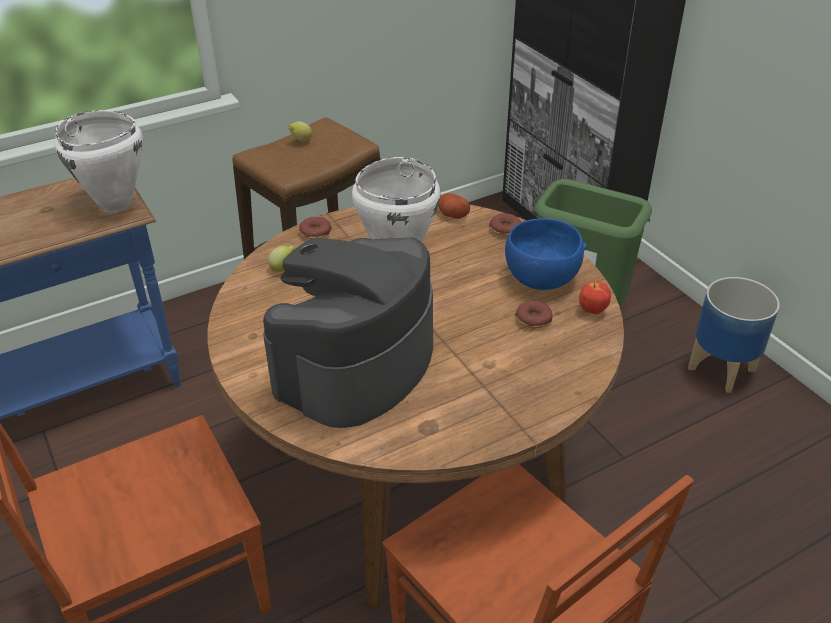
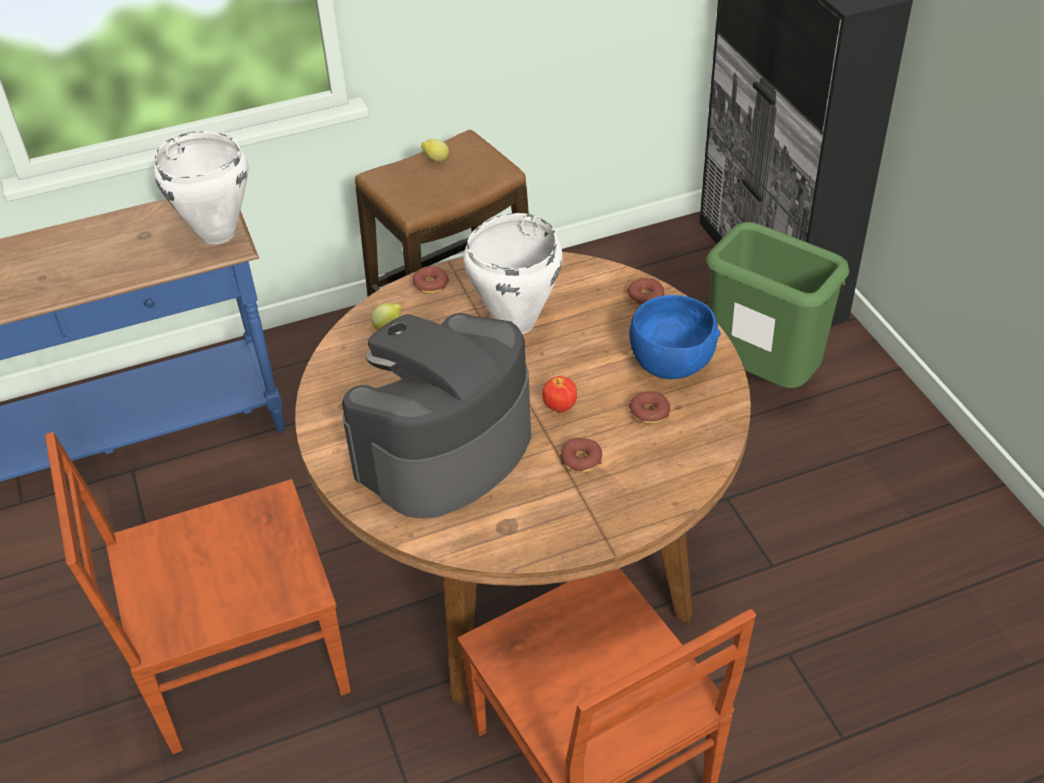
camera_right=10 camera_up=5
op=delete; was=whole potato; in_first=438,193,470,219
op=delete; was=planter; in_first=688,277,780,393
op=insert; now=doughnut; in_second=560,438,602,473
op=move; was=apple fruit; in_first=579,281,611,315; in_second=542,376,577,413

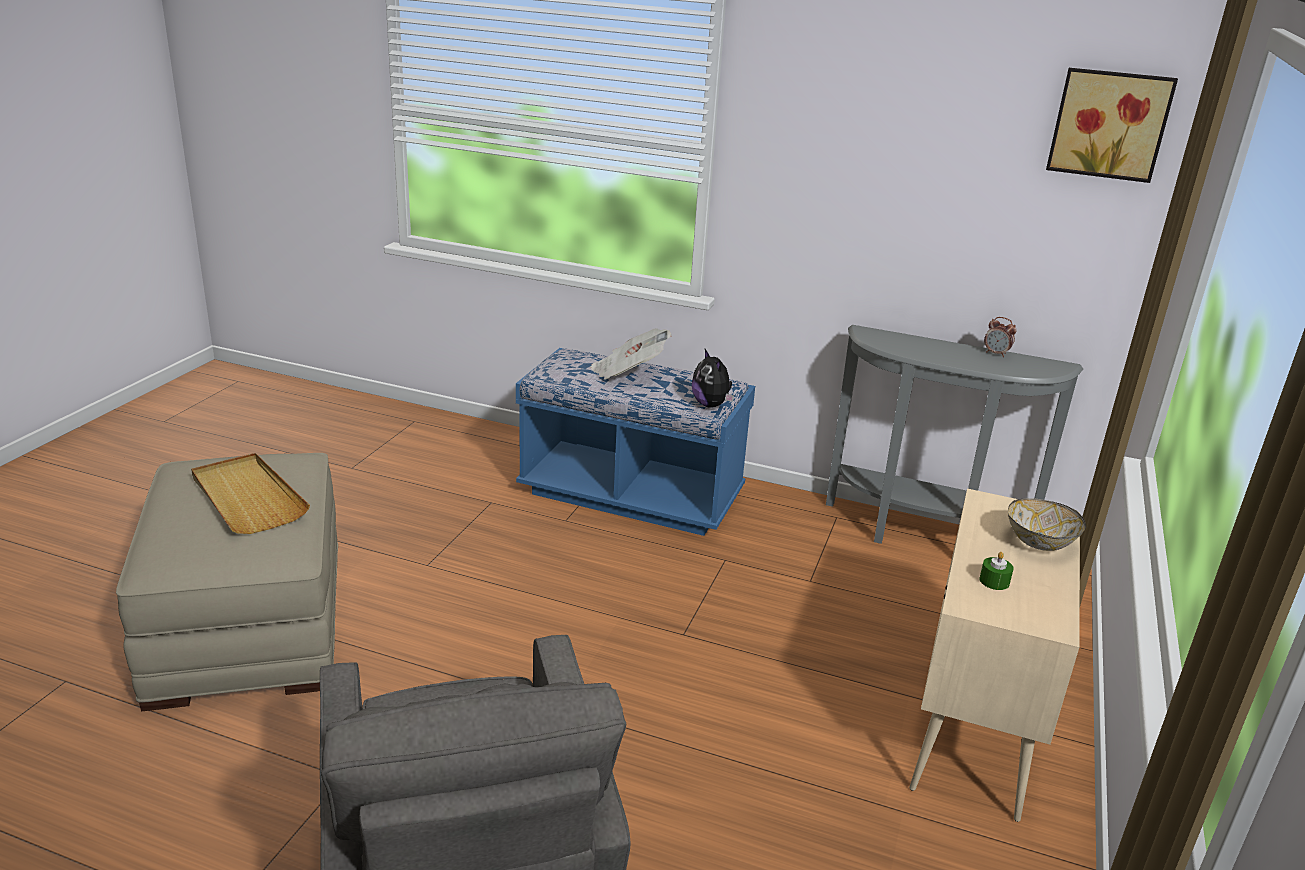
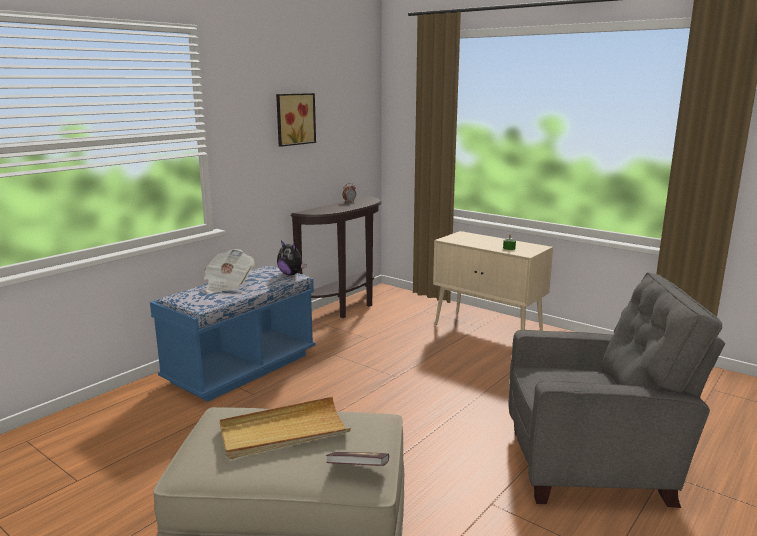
camera_right=-70 camera_up=-10
op=delete; was=deep dish; in_first=1008,498,1086,551
op=insert; now=volume; in_second=326,452,389,466
op=move; was=wall picture; in_first=1046,68,1178,183; in_second=276,93,316,147
op=recolor; was=console table/grey; now=console table/brown-coloured; in_first=826,325,1083,544; in_second=291,196,382,318
op=rotate; was=cuddly toy; in_first=692,349,734,408; in_second=277,241,306,275; clockwise=45

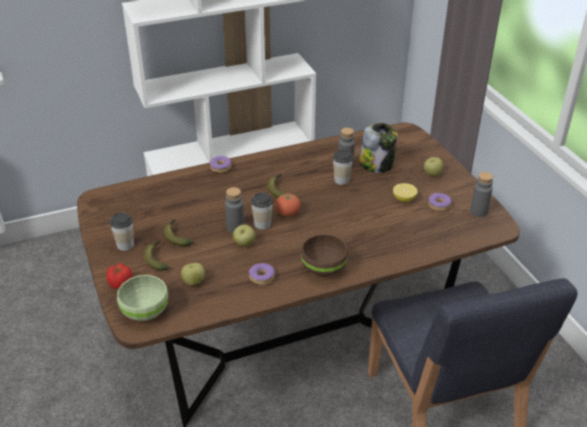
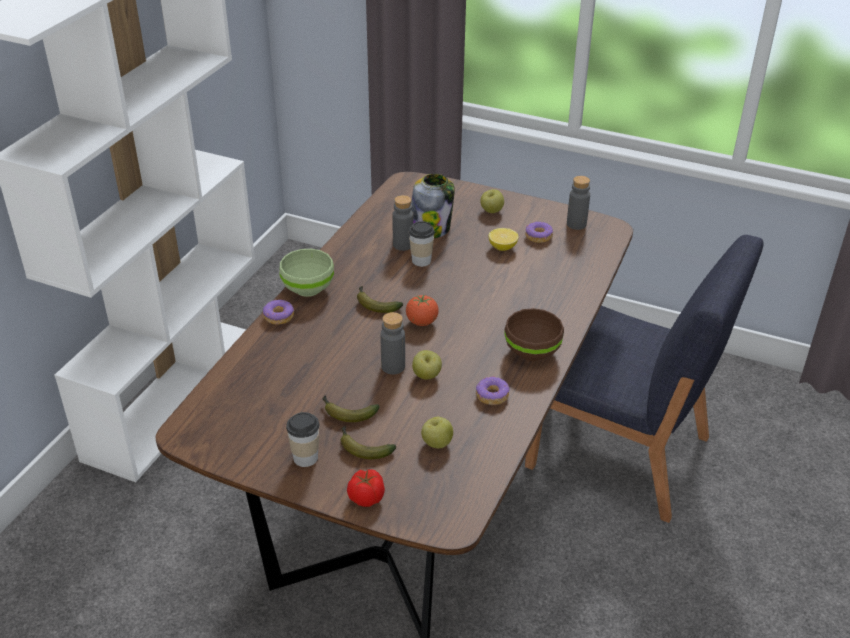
camera_right=-45 camera_up=0
op=delete; was=cup; in_first=251,192,273,230
op=move; was=deep dish/green-coloured; in_first=117,275,168,321; in_second=279,249,334,297

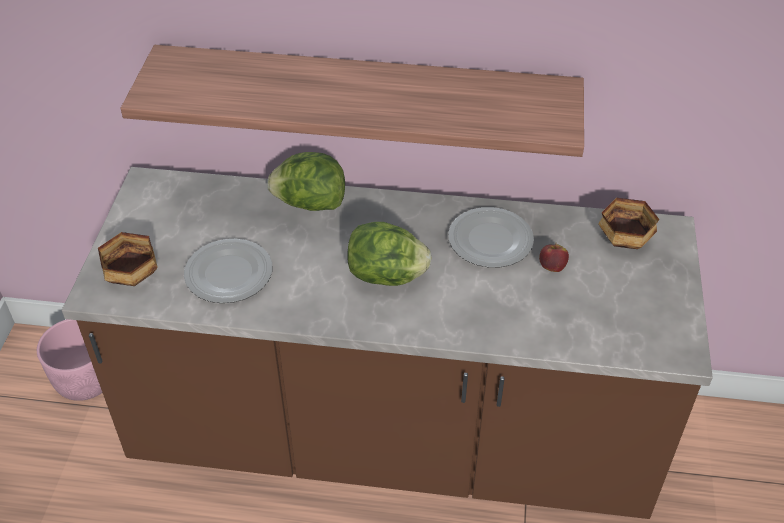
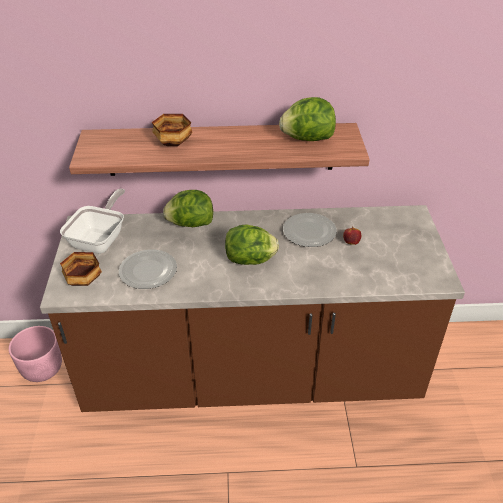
camera_right=-10 camera_up=-5
op=insert; now=skillet; in_second=60,189,125,254
op=insert; now=lettuce; in_second=279,97,336,141
op=move; was=deep dish; in_first=598,198,660,249; in_second=152,114,192,146

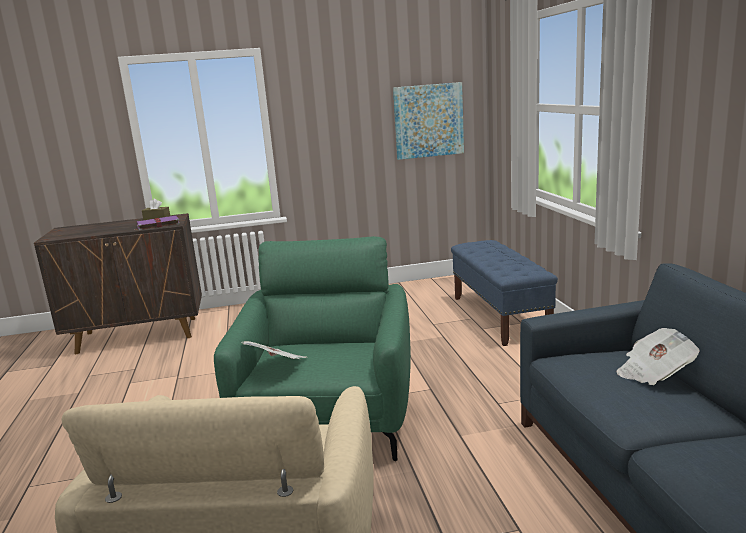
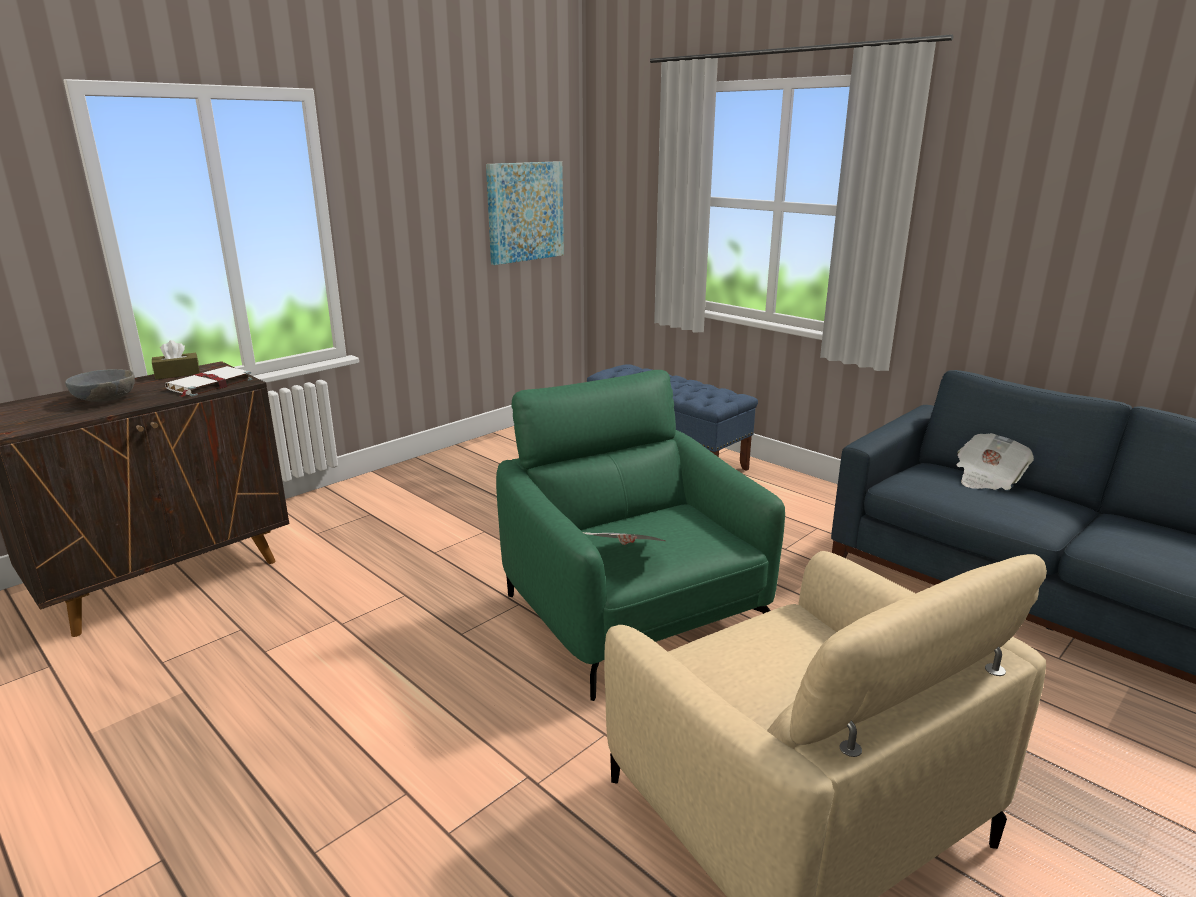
camera_right=-35 camera_up=5
op=insert; now=deep dish/grey; in_second=65,369,135,402
op=recolor; was=volume/purple; now=volume/white; in_first=136,216,180,230; in_second=165,366,252,397

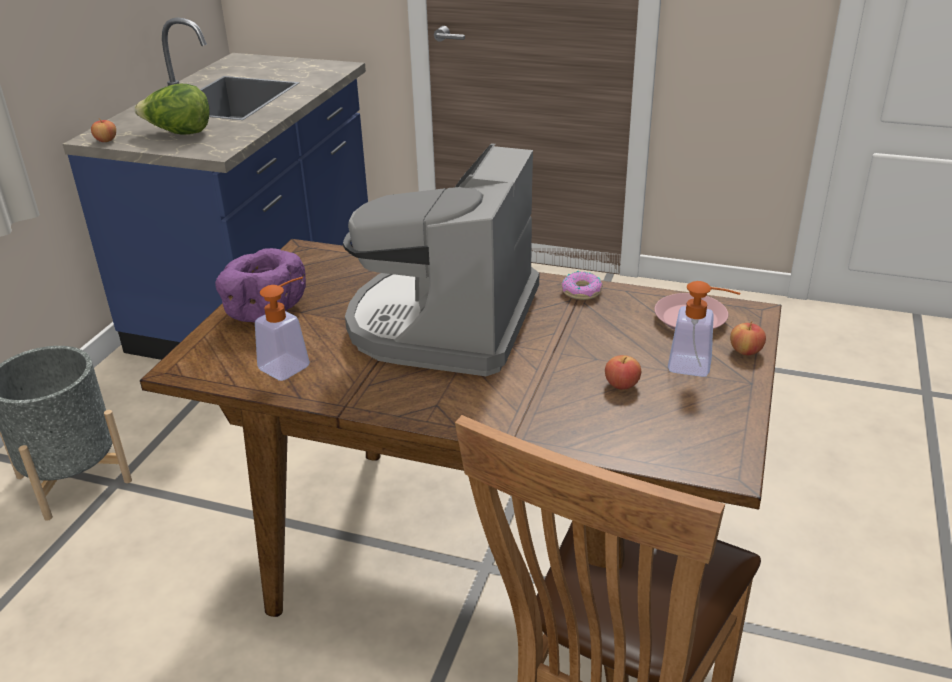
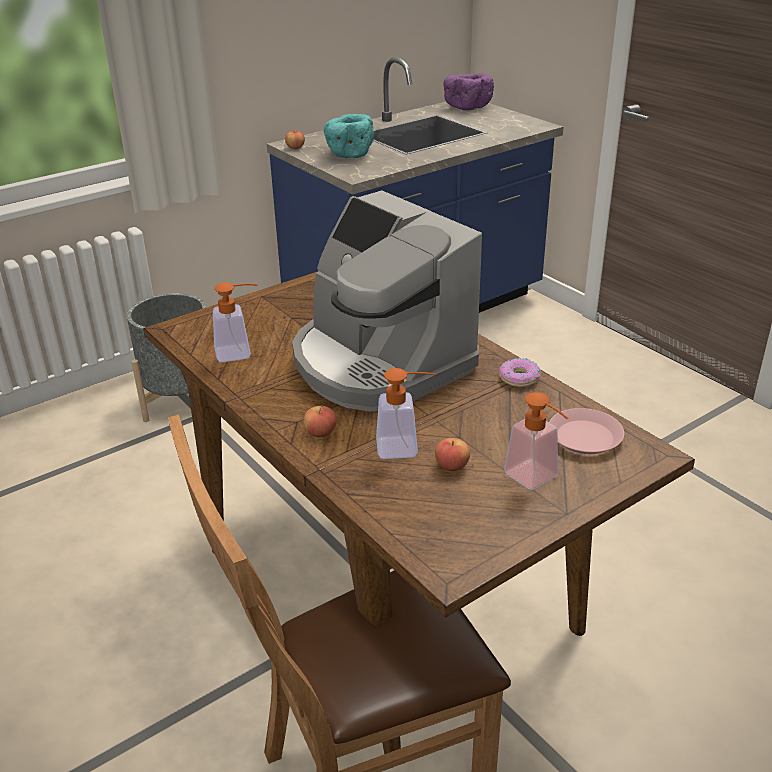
camera_right=35 camera_up=0
op=insert; now=liquid soap bottle; in_second=376,368,435,459
op=move; was=deep dish/purple; in_first=215,248,306,323; in_second=443,73,494,110
op=move; was=apple fruit; in_first=730,321,766,355; in_second=304,406,337,437
op=replace; was=lettuce; now=deep dish/turquoise; in_first=134,84,210,135; in_second=324,114,374,158
op=rotate; was=coffee brewer; in_first=343,143,539,376; in_second=292,191,482,412; clockwise=-90

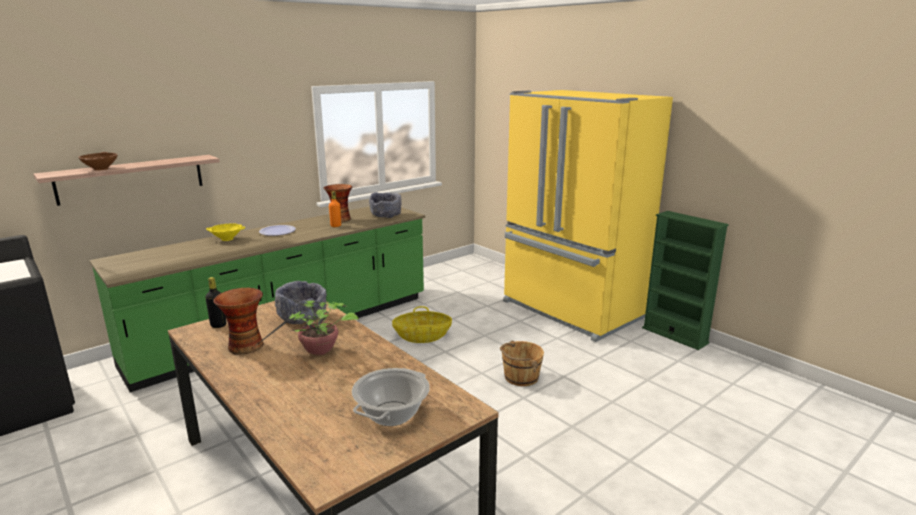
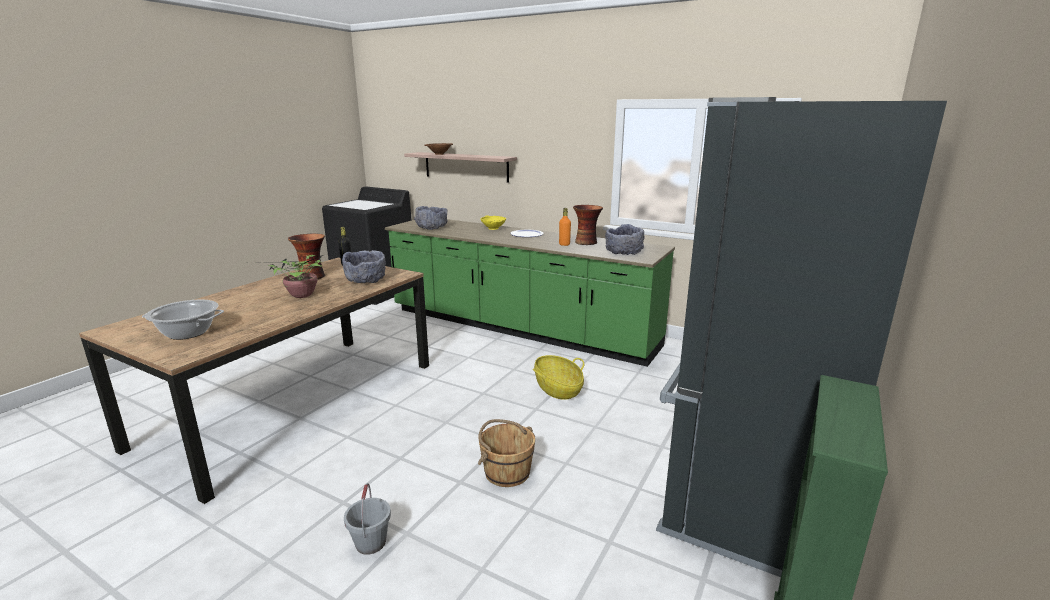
camera_right=70 camera_up=0
op=insert; now=pail/grey; in_second=344,483,391,555
op=insert; now=deep dish/grey; in_second=414,206,448,230
op=recolor; was=kitchen fridge/yellow; now=kitchen fridge/blackish; in_first=503,90,673,342; in_second=656,97,947,577

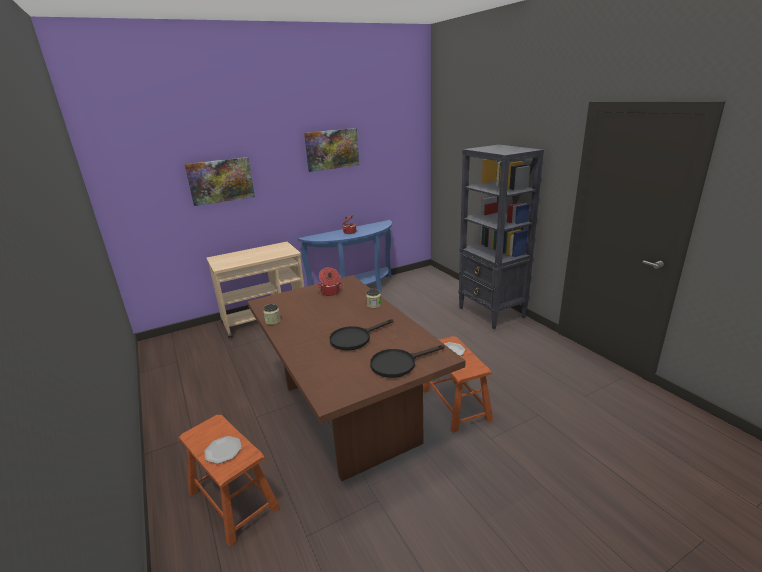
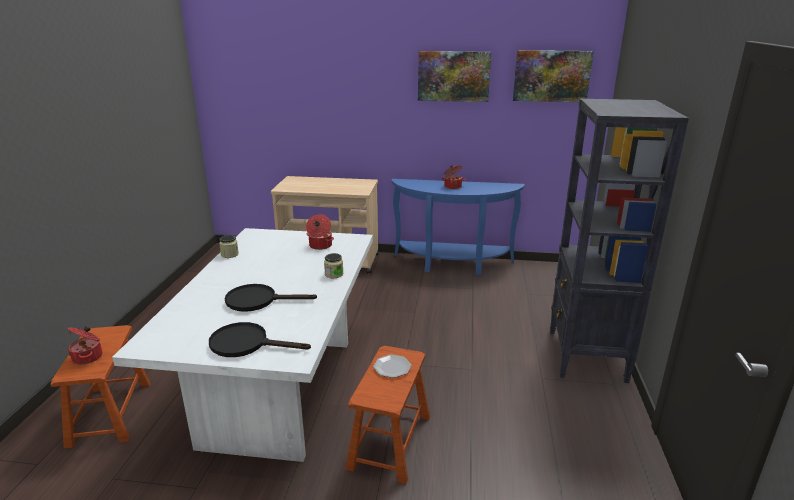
camera_right=35 camera_up=0
op=move; was=wall picture; in_first=184,157,255,206; in_second=513,50,594,102
op=replace; was=plate; now=cooking pot; in_first=204,436,242,464; in_second=68,326,102,365
op=recolor; was=dining table/brown-coloured; now=dining table/white; in_first=247,275,466,482; in_second=112,228,373,462

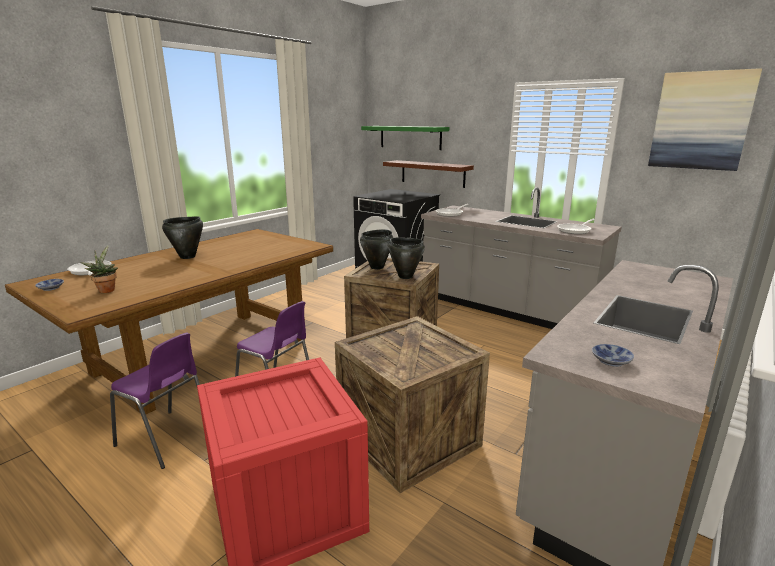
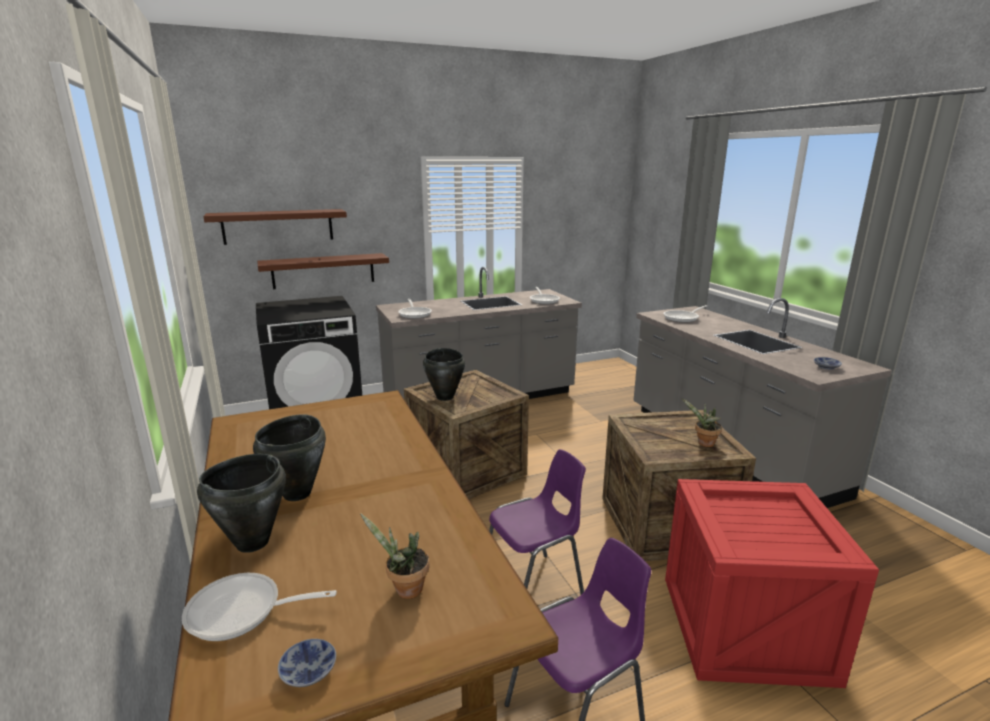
camera_right=-60 camera_up=0
op=delete; was=wall picture; in_first=648,68,762,171
op=insert; now=skillet; in_second=663,305,707,322
op=insert; now=plant in a pot; in_second=681,398,722,447
op=move; was=cooking pot/blackish; in_first=388,238,425,279; in_second=197,454,286,553
op=recolor; was=bracket shelf/green-coloured; now=bracket shelf/brown-coloured; in_first=361,126,449,150; in_second=203,209,347,245

